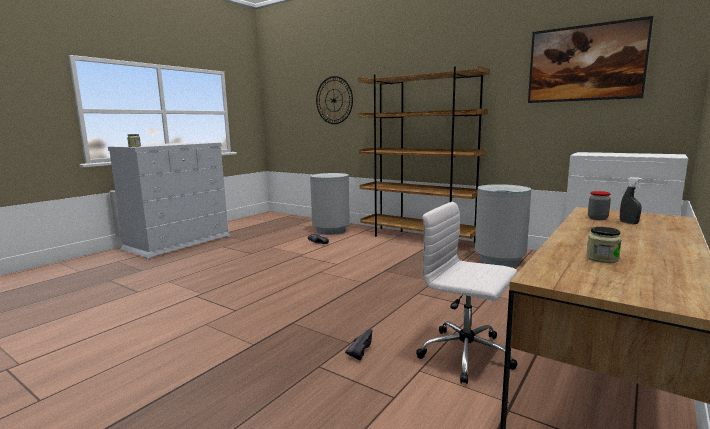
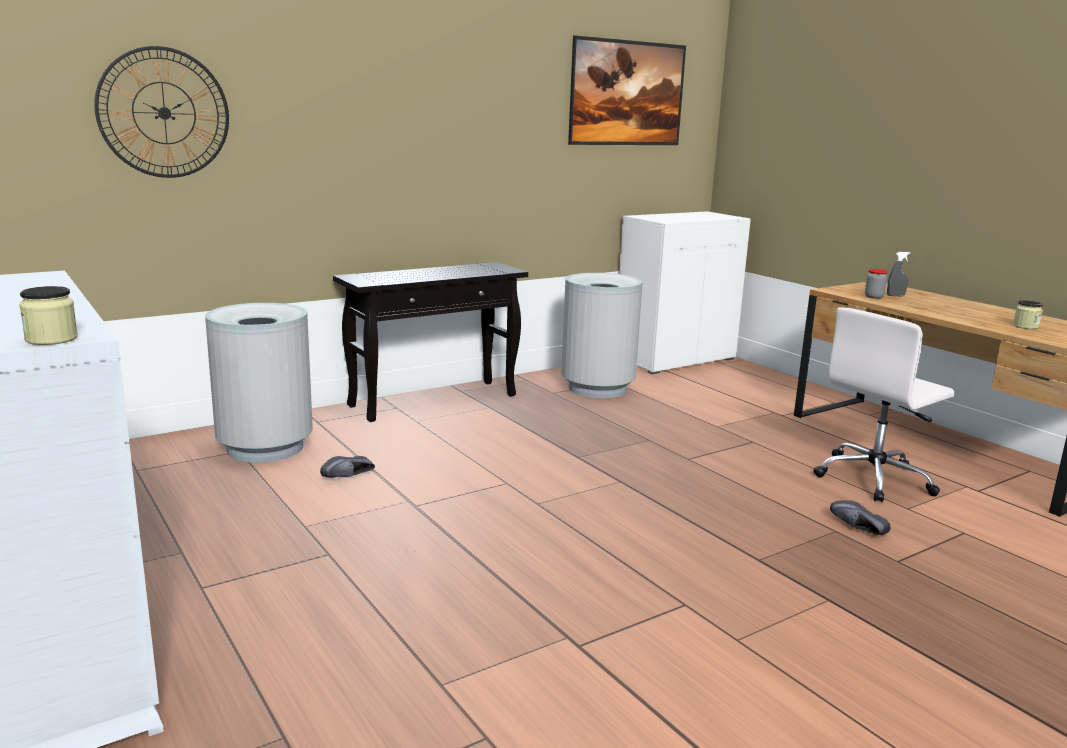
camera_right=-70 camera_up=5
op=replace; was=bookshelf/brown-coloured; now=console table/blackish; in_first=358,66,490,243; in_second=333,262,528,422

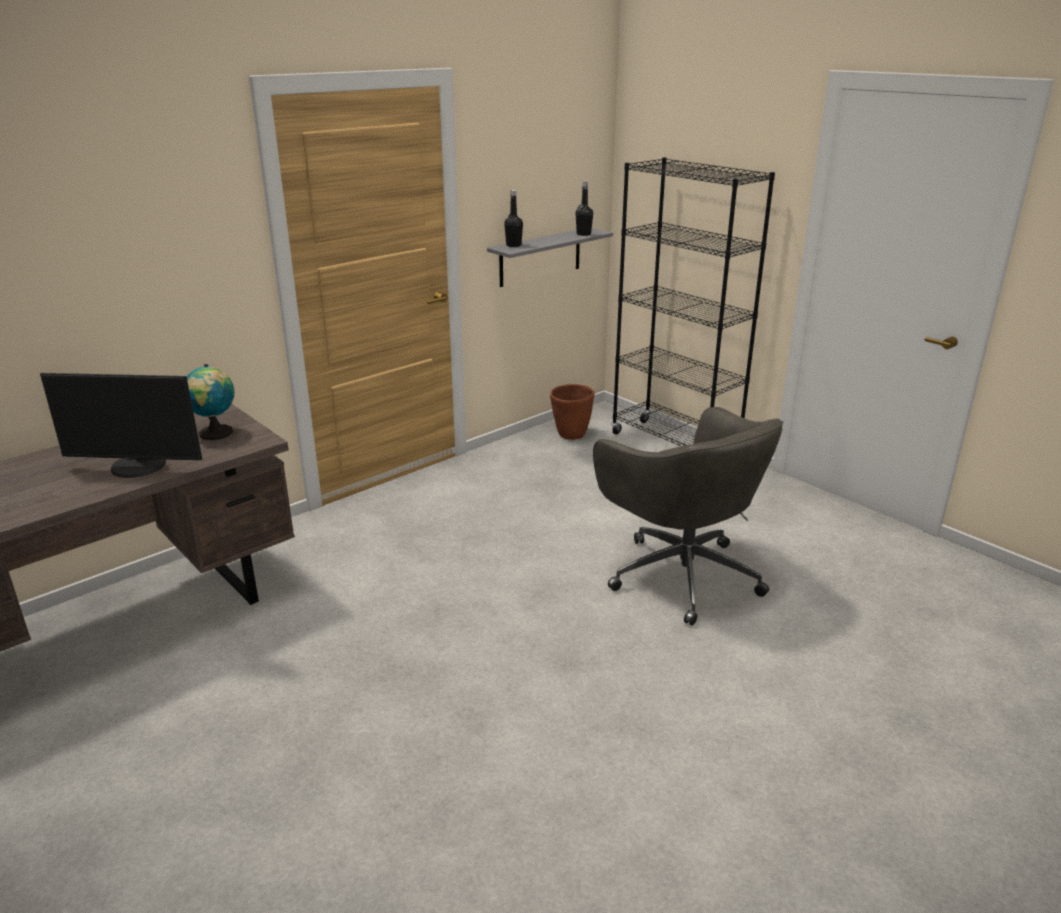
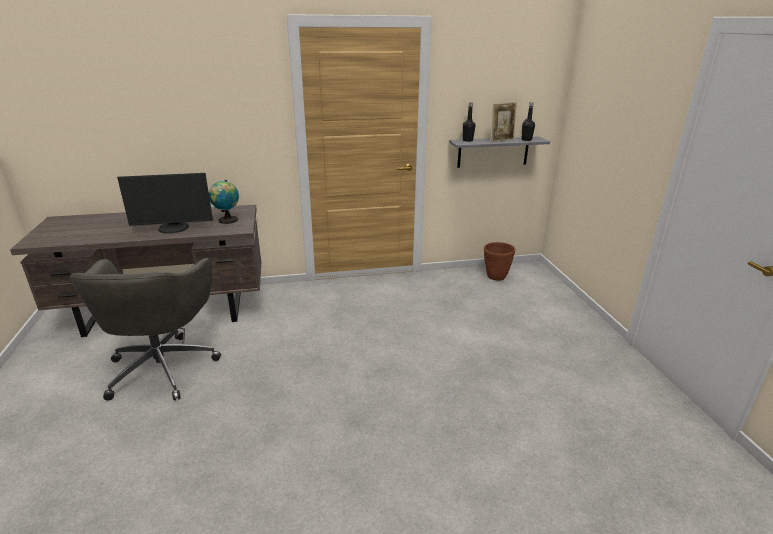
camera_right=30 camera_up=0
op=delete; was=bookshelf/blackish; in_first=611,157,775,446
op=insert; now=photo frame; in_second=491,102,517,142
op=move; was=office chair/grey; in_first=593,407,784,626; in_second=69,258,221,401
op=rotate; was=computer display; in_first=40,373,202,478; in_second=117,173,213,234; clockwise=-45

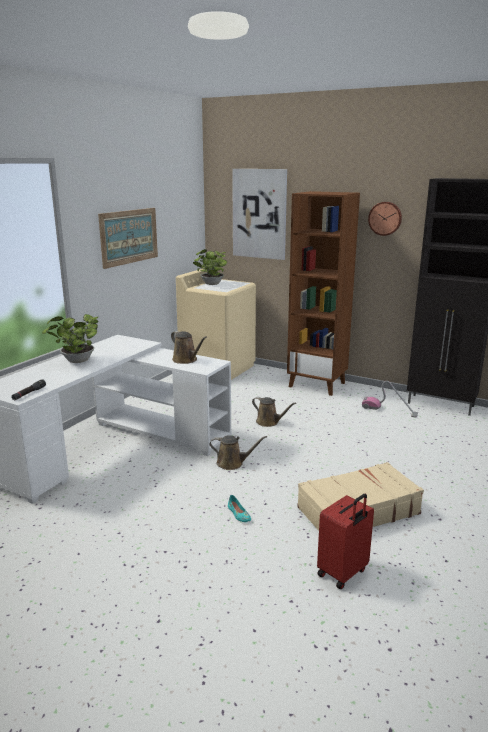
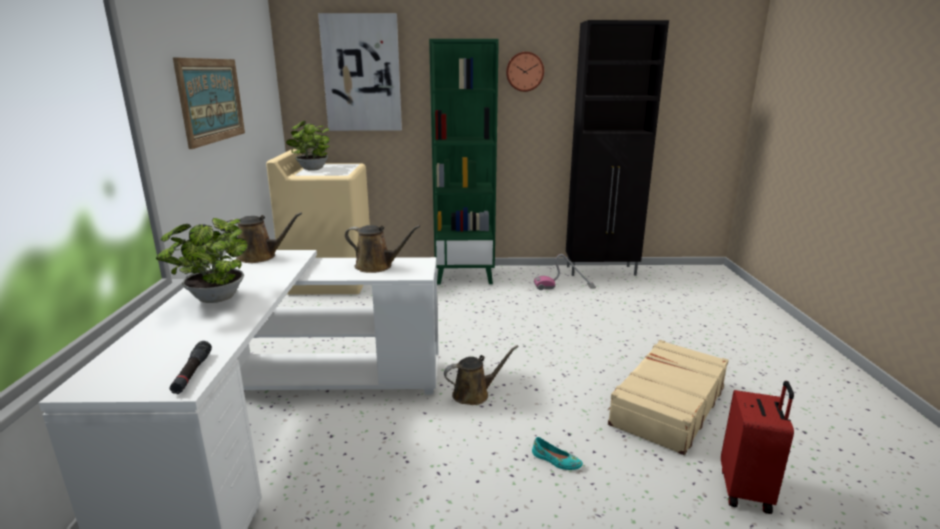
camera_right=-30 camera_up=0
op=move; was=watering pot/brown-coloured; in_first=252,397,296,427; in_second=225,212,302,263
op=recolor; was=bookshelf/brown-coloured; now=bookshelf/green-coloured; in_first=287,191,360,396; in_second=429,39,499,285

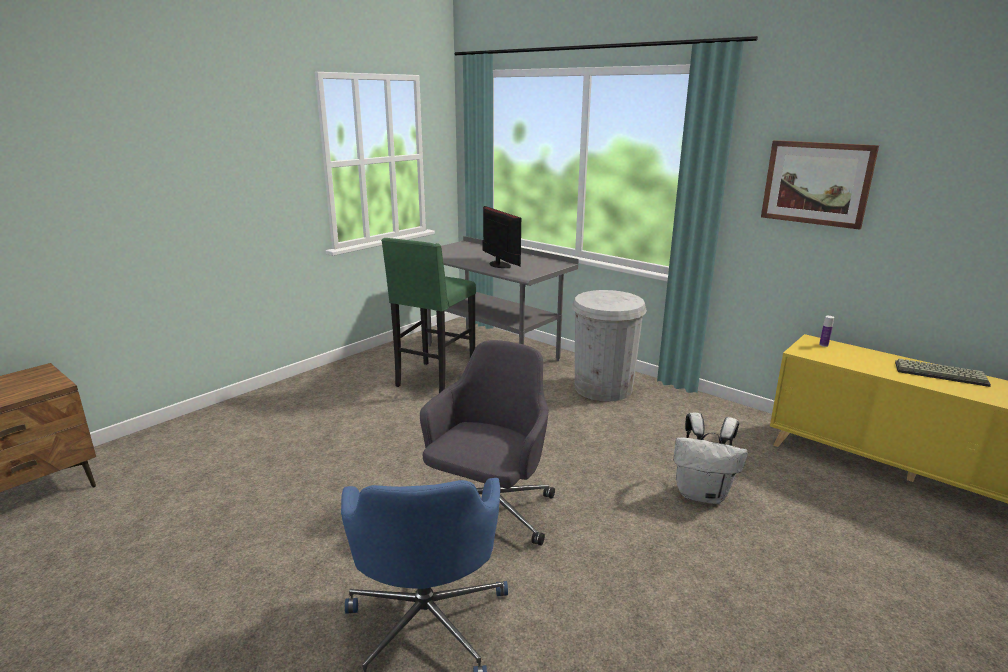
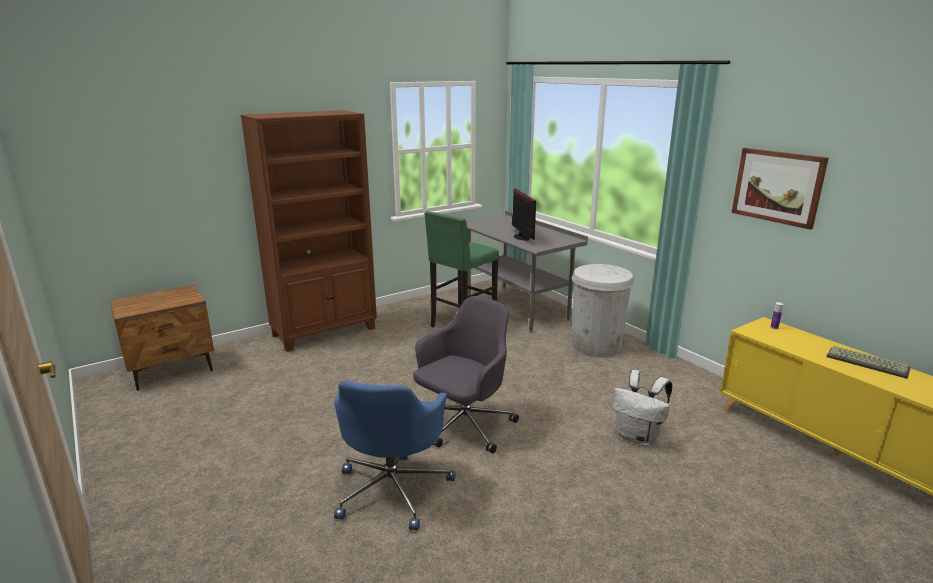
camera_right=15 camera_up=0
op=insert; now=bookshelf/brown-coloured; in_second=241,110,377,352

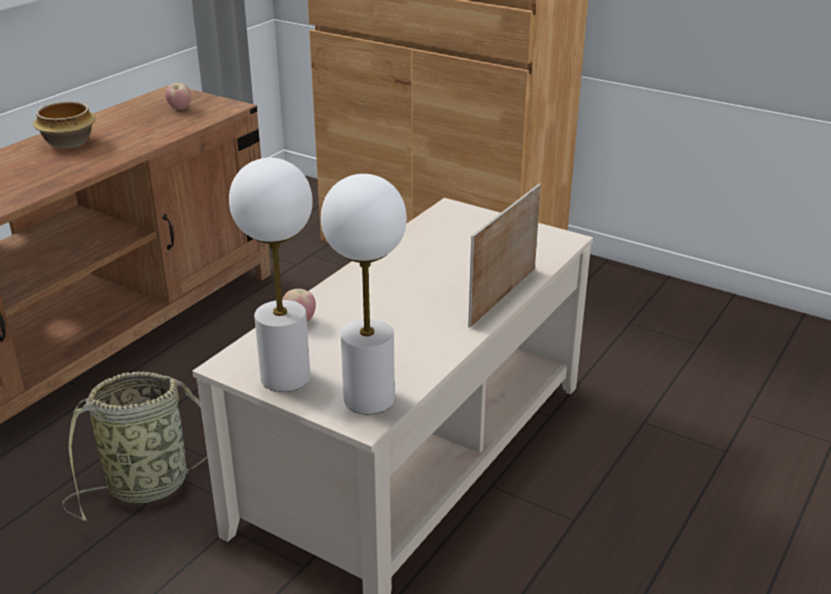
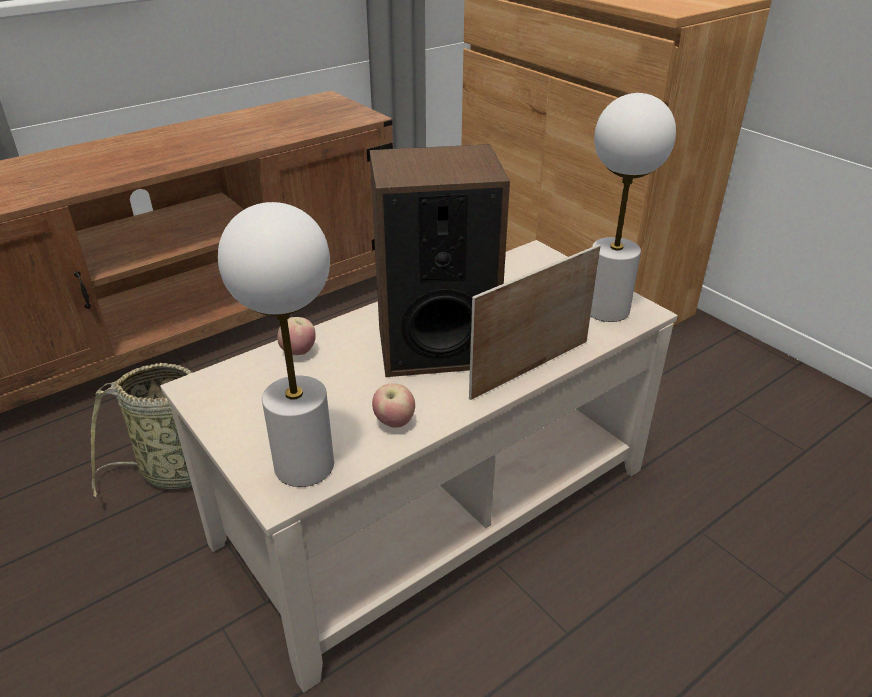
camera_right=20 camera_up=5
op=delete; was=deep dish; in_first=33,101,96,148
op=insert; now=speaker; in_second=370,144,510,377
op=move; was=apple fruit; in_first=165,83,191,110; in_second=372,383,415,428
op=move; was=lamp for a table/white; in_first=229,158,313,392; in_second=590,93,676,322

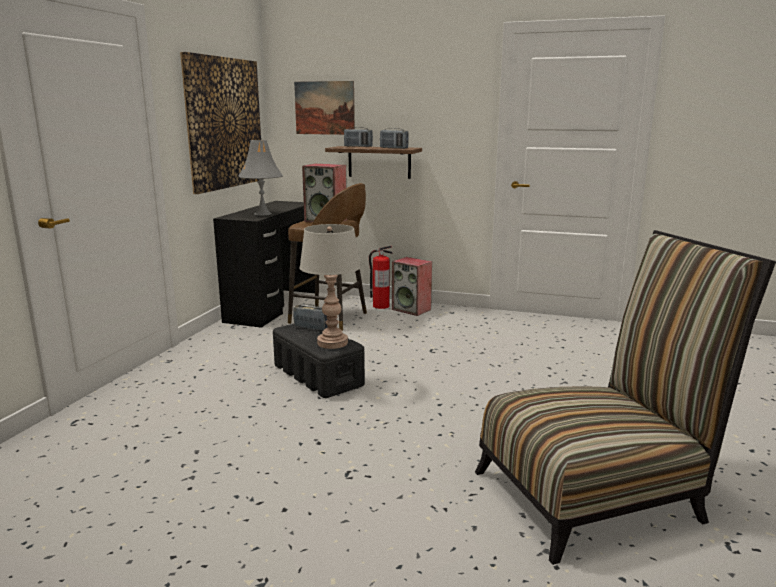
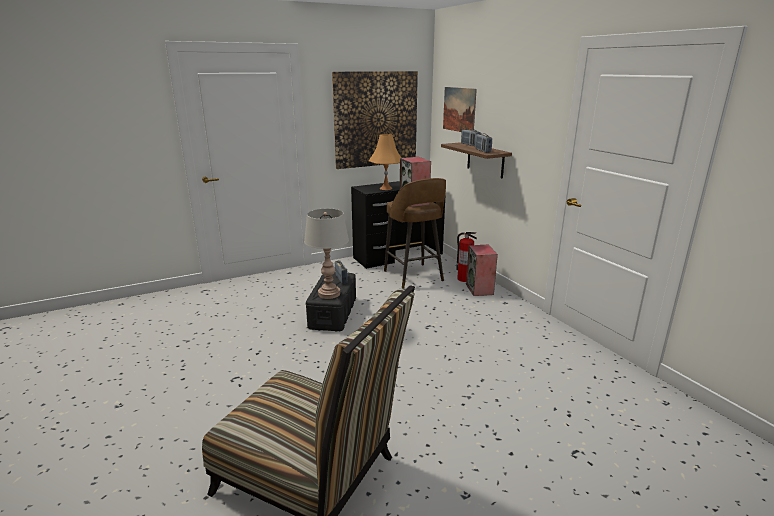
camera_right=45 camera_up=5
op=recolor; was=lamp for a table/grey; now=lamp for a table/orange; in_first=239,140,283,215; in_second=369,134,402,190

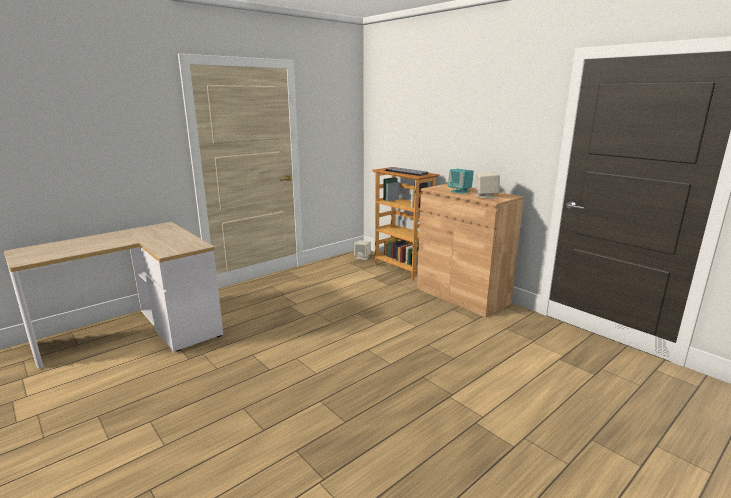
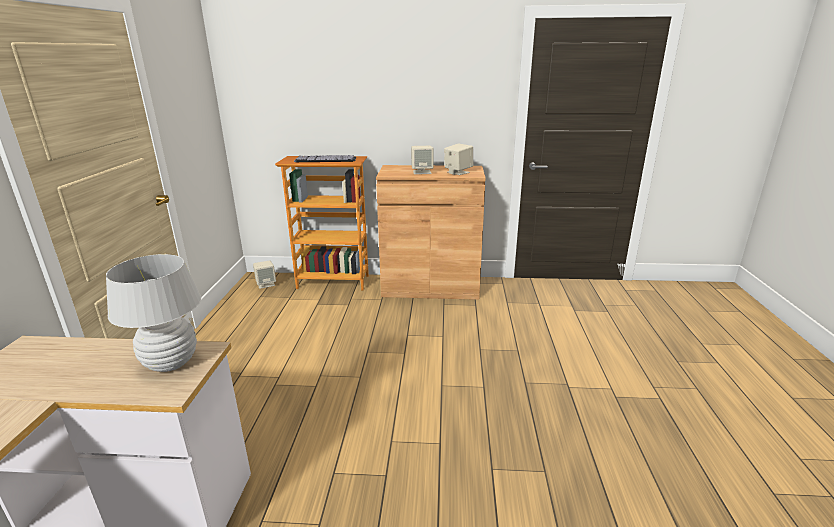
camera_right=-45 camera_up=5
op=insert; now=lamp for a table/white; in_second=106,254,201,372
op=recolor; was=speaker/turquoise; now=speaker/beige-coloured; in_first=448,169,474,194; in_second=411,146,433,174

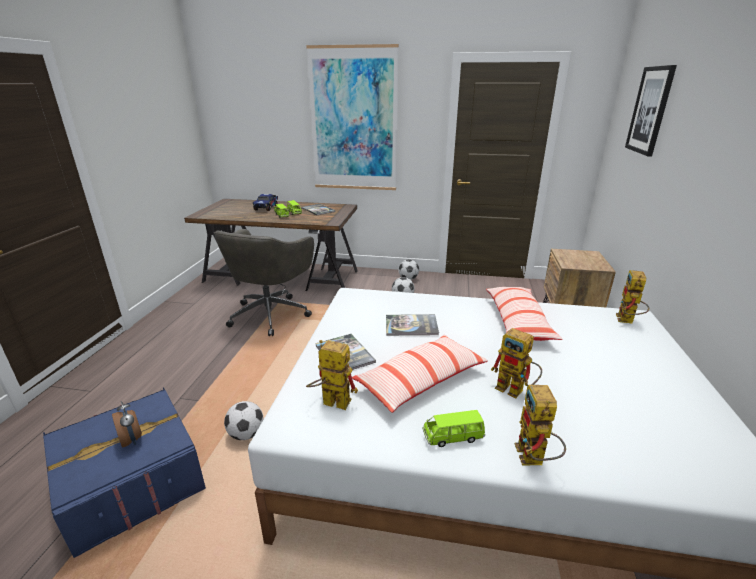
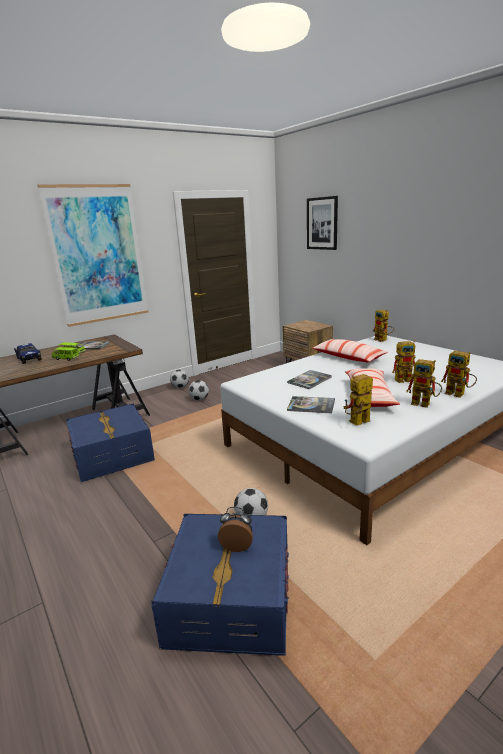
camera_right=-45 camera_up=-5
op=replace; was=office chair/grey; now=storage container/bluish; in_first=214,229,314,336; in_second=66,404,155,482
op=replace; was=toy car/green-coloured; now=toy robot; in_first=423,410,485,447; in_second=406,359,442,408

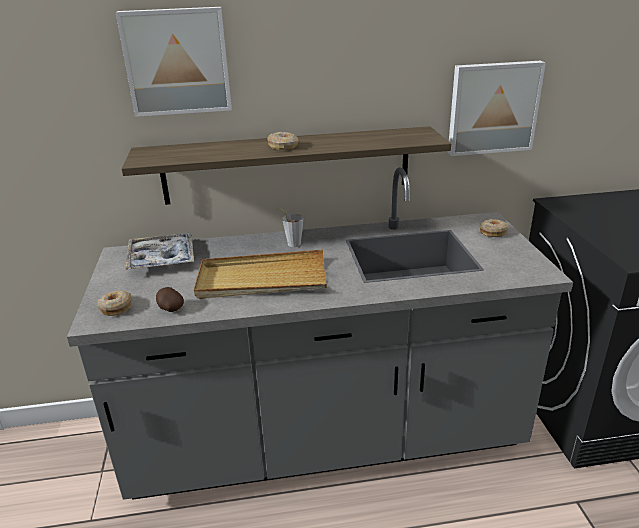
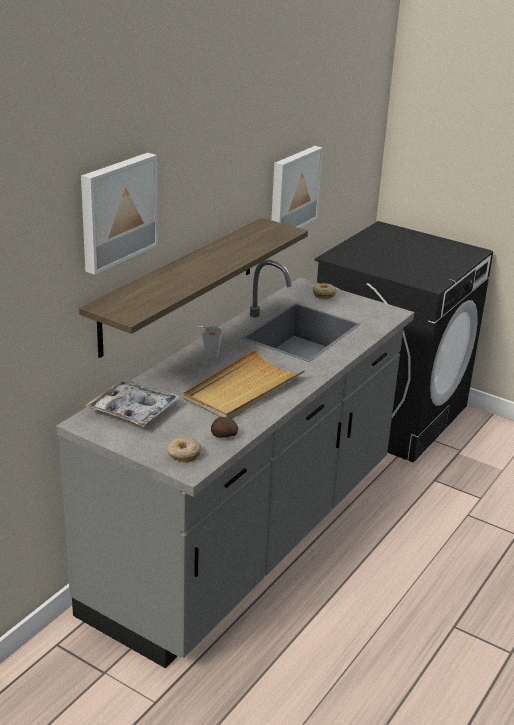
camera_right=-50 camera_up=0
op=delete; was=doughnut; in_first=267,132,299,150

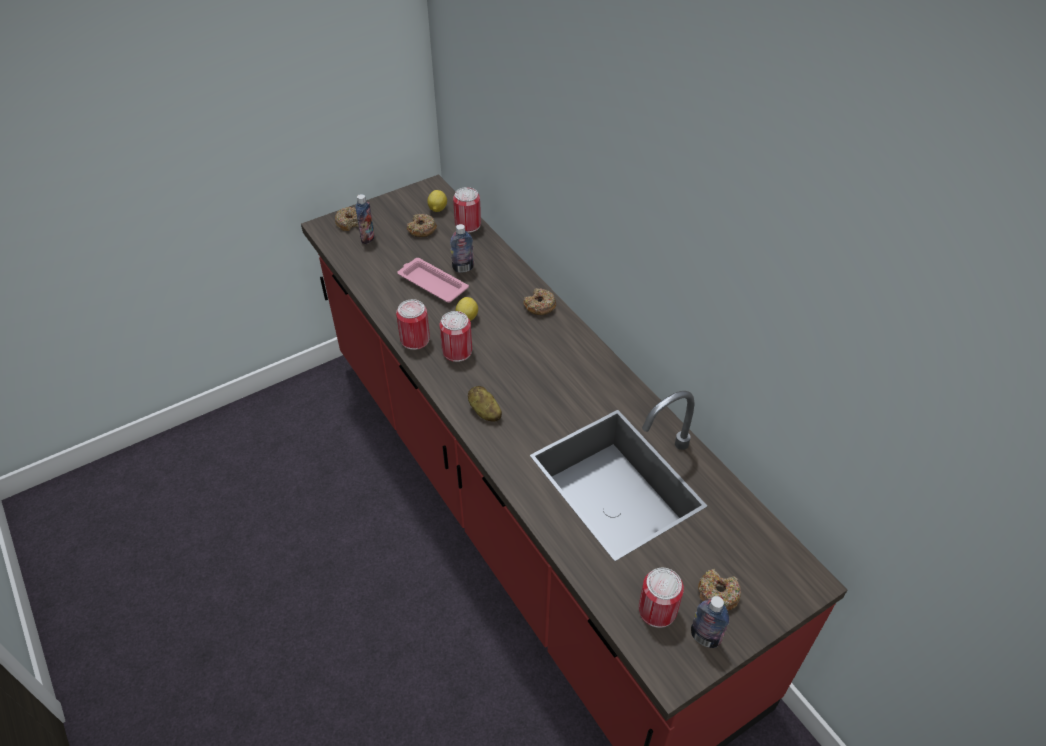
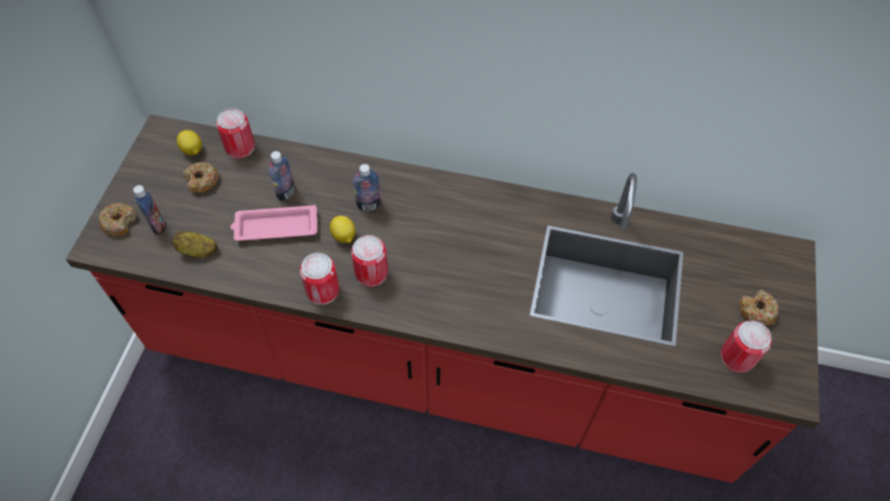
camera_right=-45 camera_up=10
op=delete; was=doughnut; in_first=523,288,556,315
op=move; was=whole potato; in_first=468,386,502,422; in_second=172,231,218,258
op=move; was=drink bottle; in_first=691,596,729,648; in_second=353,164,382,211

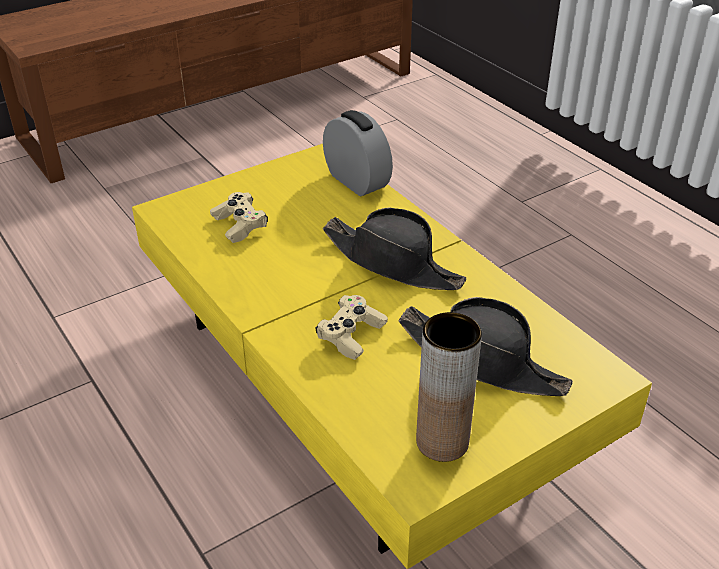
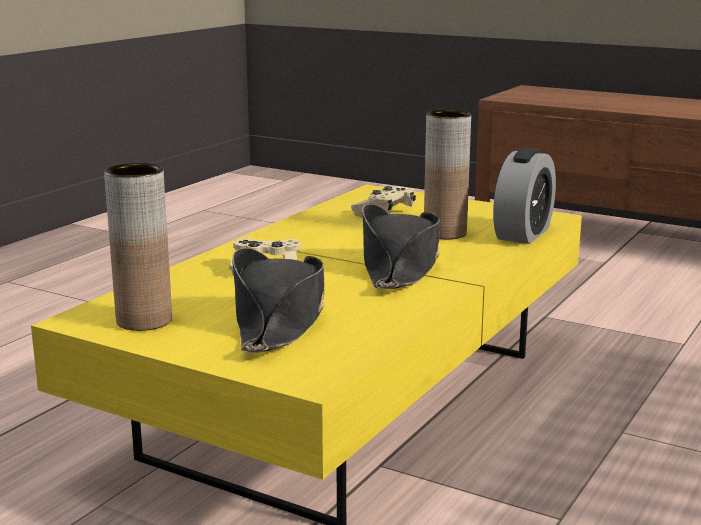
camera_right=65 camera_up=-20
op=insert; now=vase/brown-coloured; in_second=424,110,471,239

